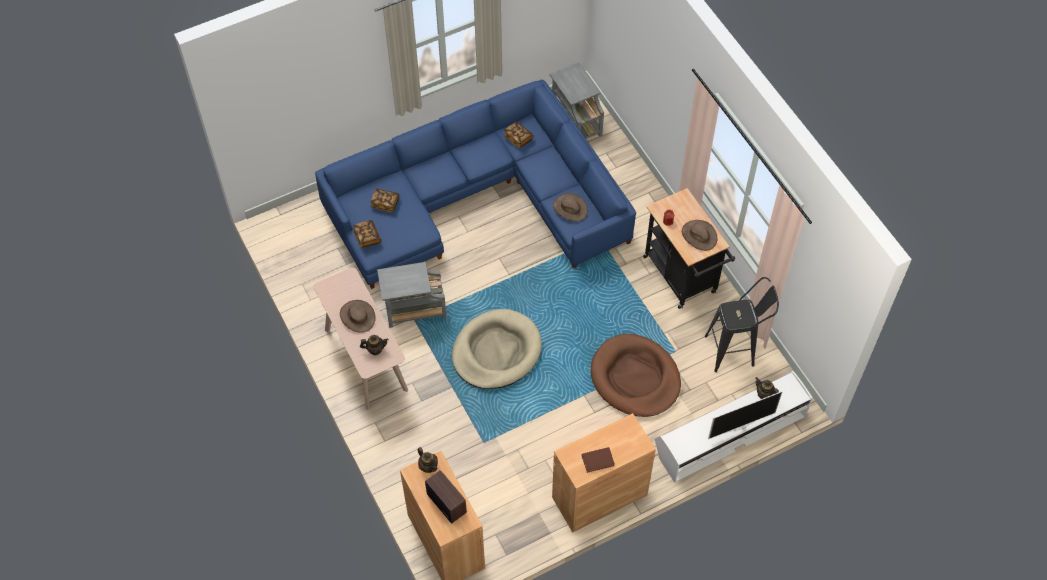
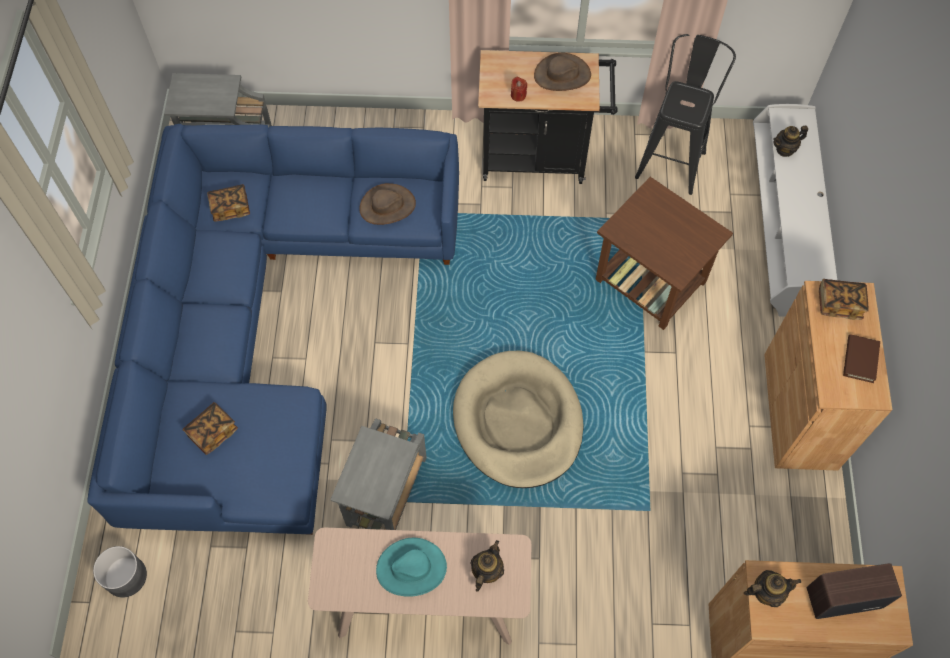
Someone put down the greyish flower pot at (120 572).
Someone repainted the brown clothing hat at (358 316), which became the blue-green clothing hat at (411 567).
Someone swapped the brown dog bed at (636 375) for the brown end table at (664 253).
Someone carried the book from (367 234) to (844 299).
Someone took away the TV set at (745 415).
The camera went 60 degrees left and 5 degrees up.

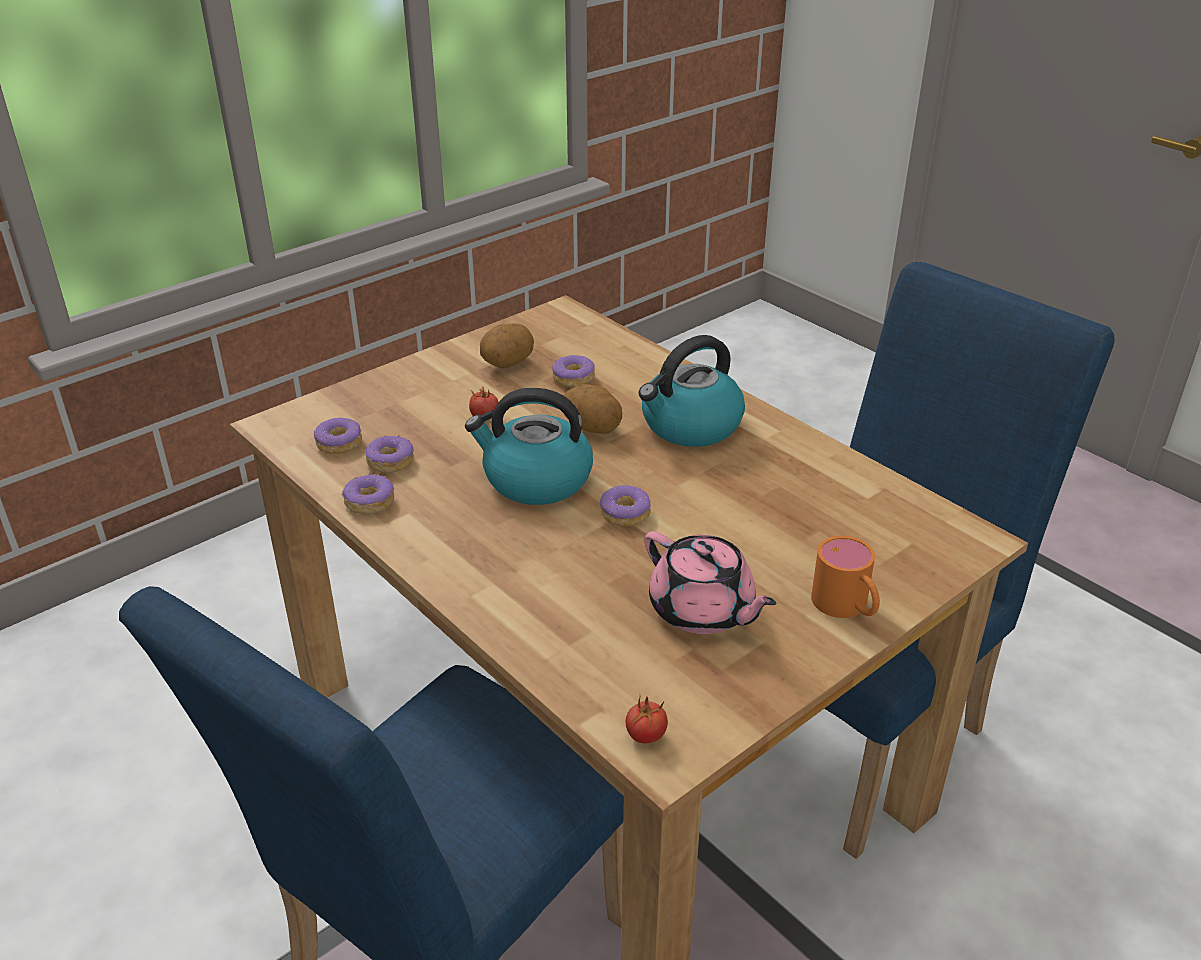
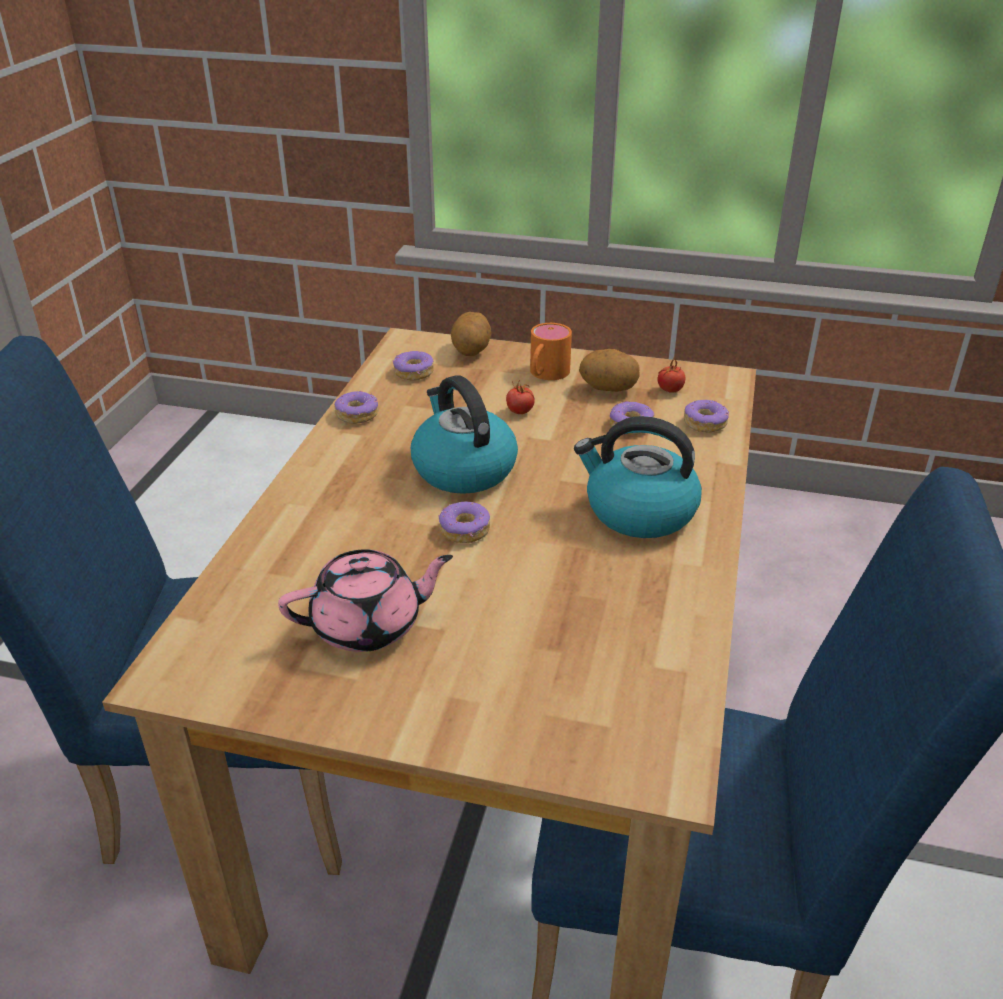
Someone rotated the pinkish tea pot at (710 582) by 120 degrees counterclockwise.
Someone carried the whole potato from (592 409) to (471 334).
Someone carried the orange-coloured tea mug from (845 577) to (551 351).
Someone carried the tomato from (647 718) to (671 375).
Someone carried the doughnut from (389 454) to (706 416).
The camera went 55 degrees right and 0 degrees up.

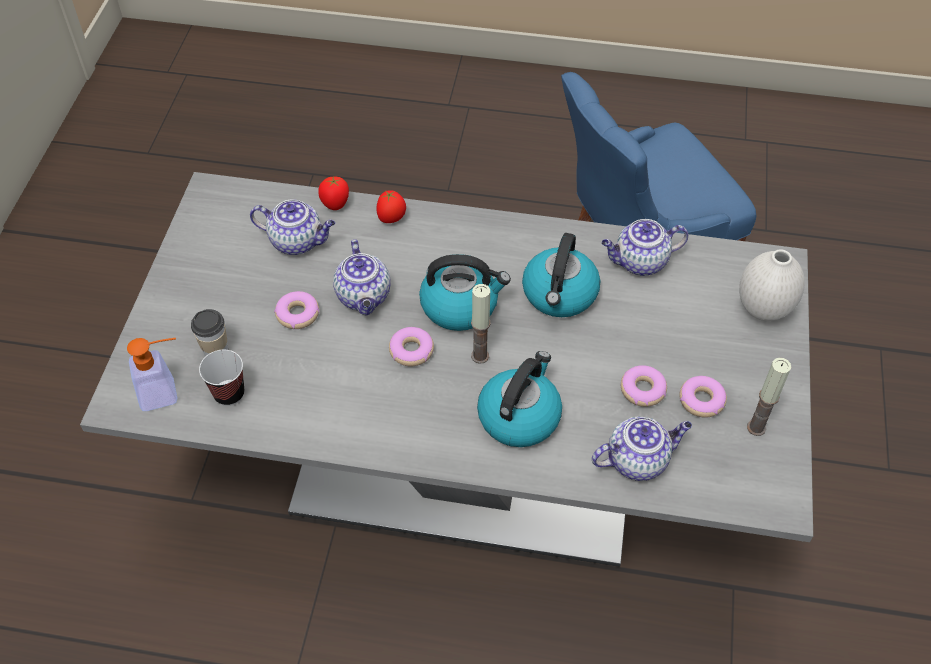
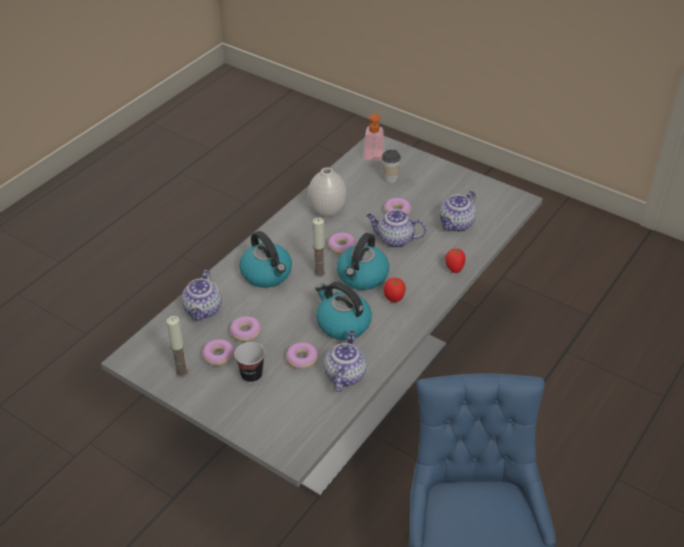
Someone carried the small cup from (221 378) to (249 362).
Someone put down the doughnut at (302 355).
Someone carried the whitish decorative vase from (772 285) to (327 192).
Someone carried the tomato from (333 193) to (395 290).
The camera went 115 degrees right and 10 degrees down.

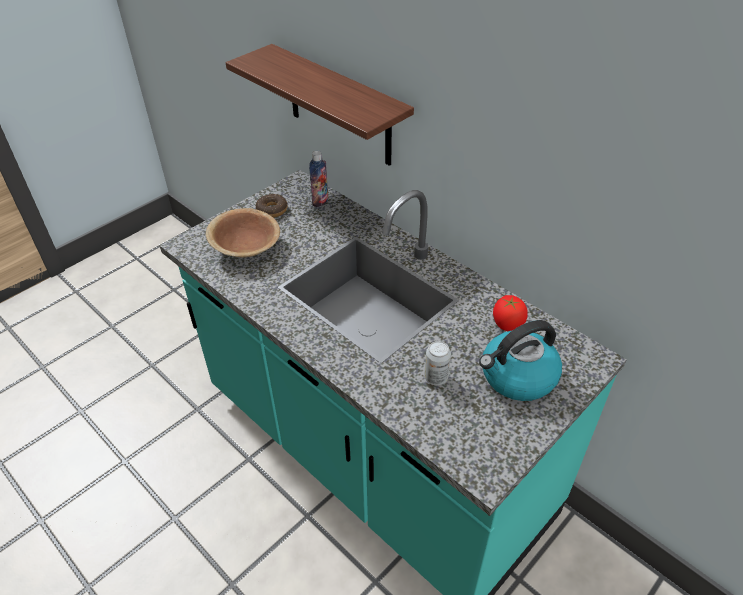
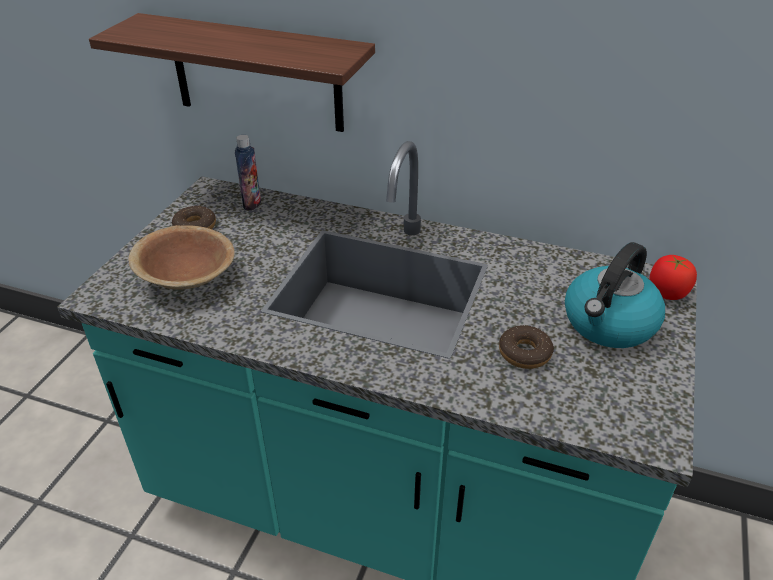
Someone swapped the sealed can at (437 363) for the doughnut at (526 347).
Someone carried the tomato from (510 313) to (673 277).
The camera went 25 degrees left and 5 degrees down.

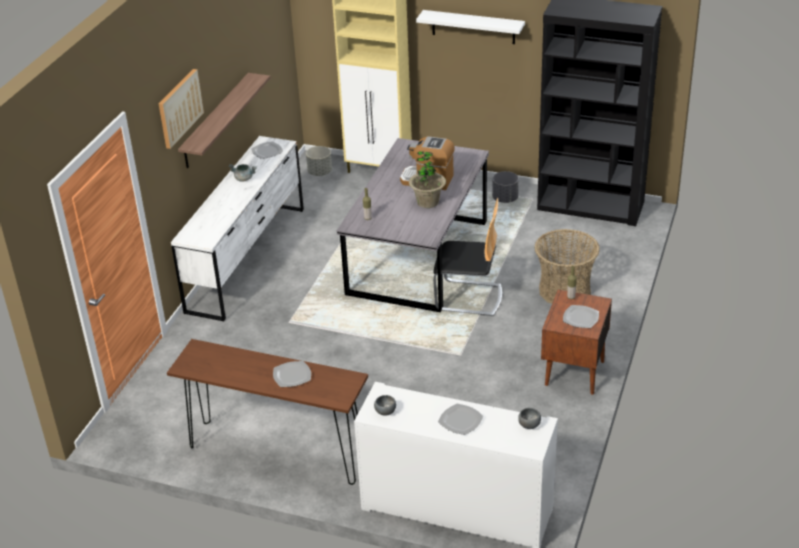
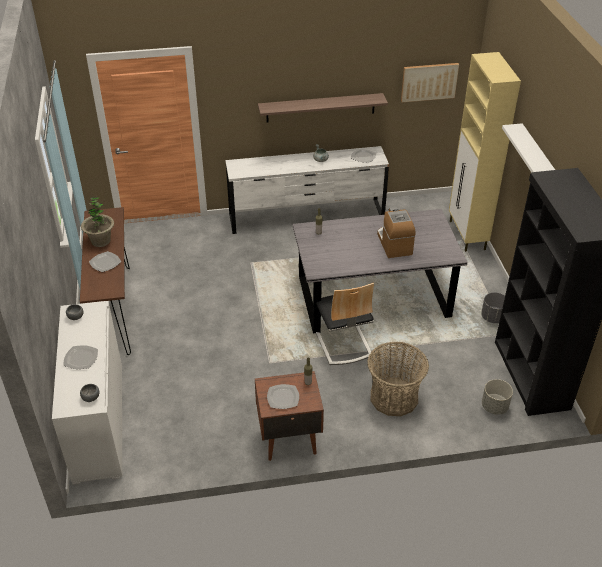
Someone carried the plant in a pot from (427 179) to (97 222).
Someone carried the wall picture from (181 109) to (430 82).
Someone carried the greyish flower pot from (319 161) to (497 397).
The camera went 60 degrees right and 5 degrees up.

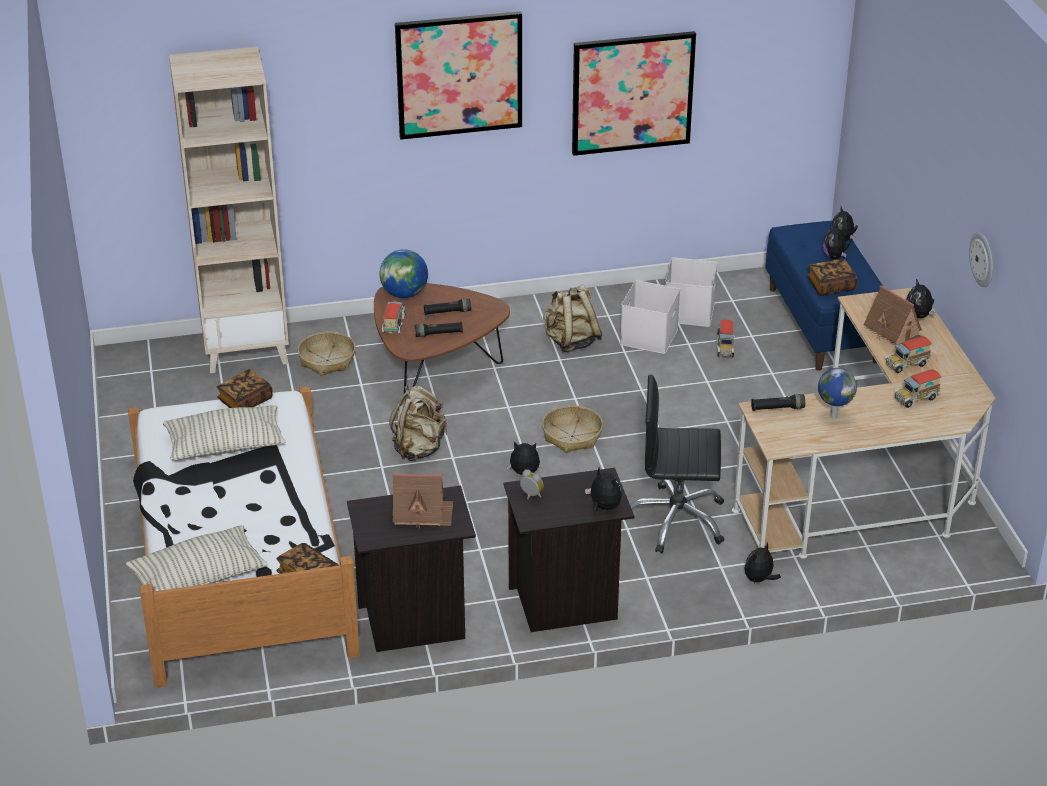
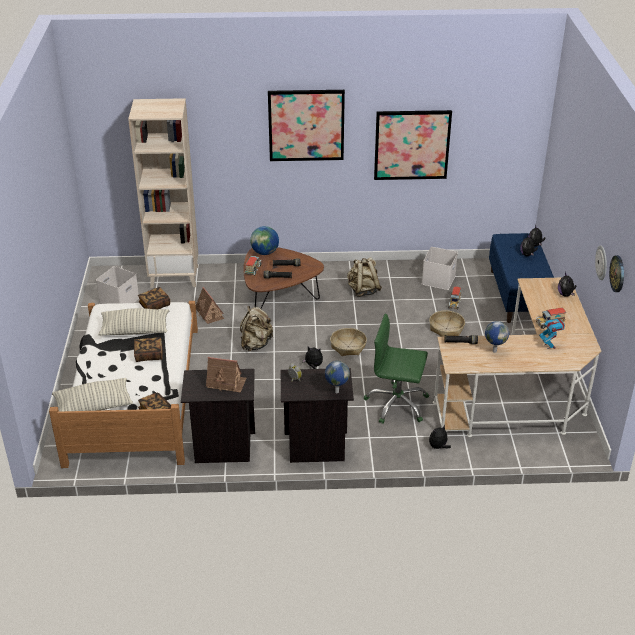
Someone carried the whitish storage box from (650 317) to (117 285).
Someone carried the book from (832 277) to (148 349).
Someone carried the model house from (892 315) to (210 305).
Someone swapped the plush toy at (603 489) for the desk globe at (337 377).
Someone repainted the black office chair at (677 464), which became the greenish office chair at (396 369).
Someone carried the basket from (326 353) to (447 323).
Someone swapped the toy lorry at (917 388) for the robot figure at (552 332).
Someone put up the clock on the wall at (616 273).
The camera went 10 degrees right and 0 degrees up.

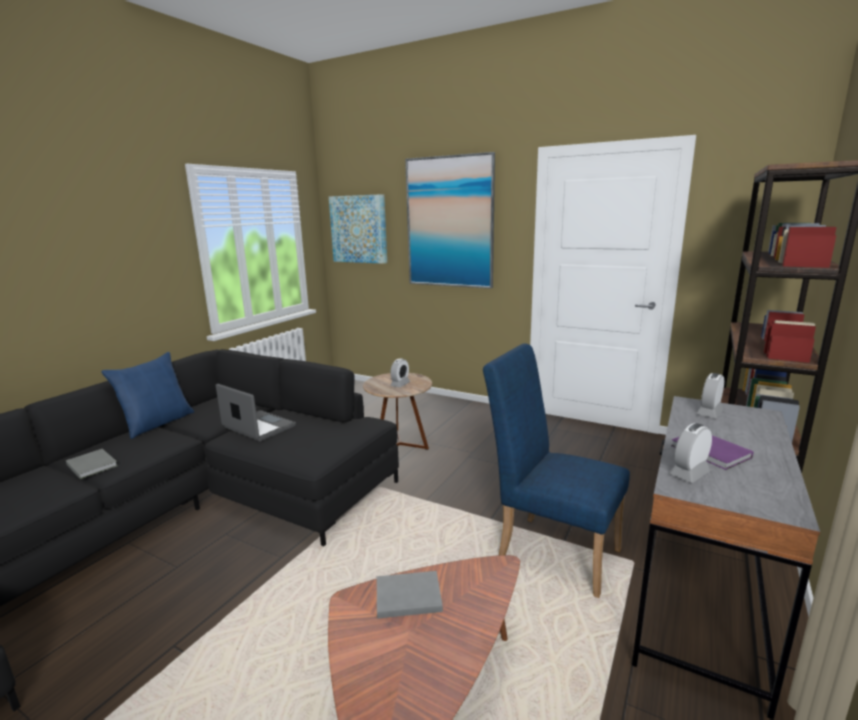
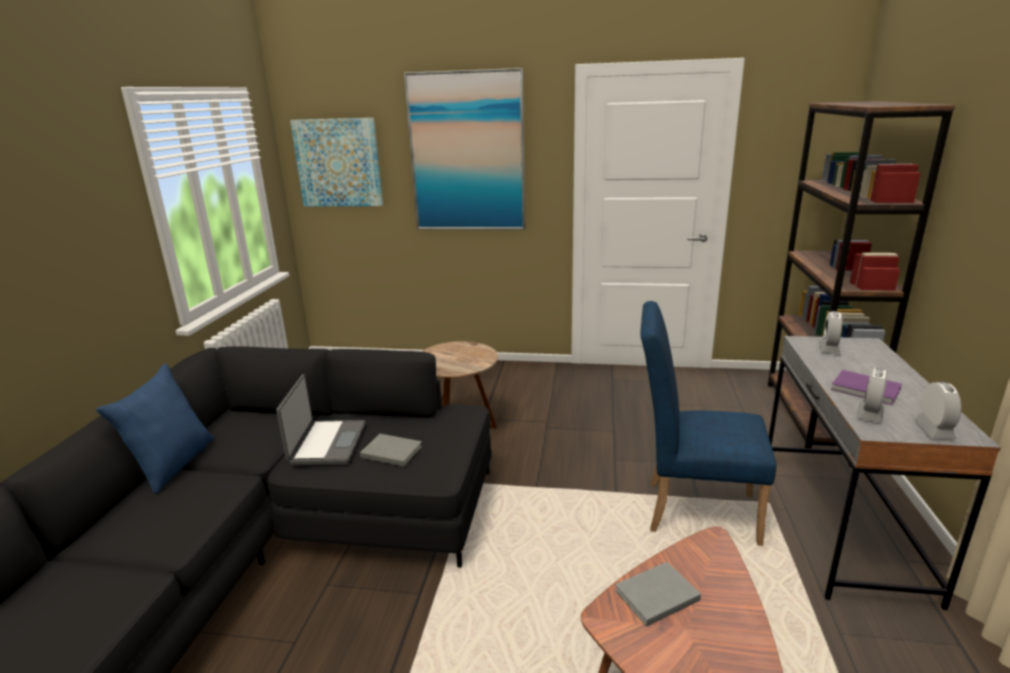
Someone rotated the notebook computer at (256 412) by 75 degrees clockwise.
Someone carried the greyish book from (92 464) to (391 450).
Someone carried the table clock from (400 372) to (937 411).
The camera went 20 degrees left and 5 degrees up.

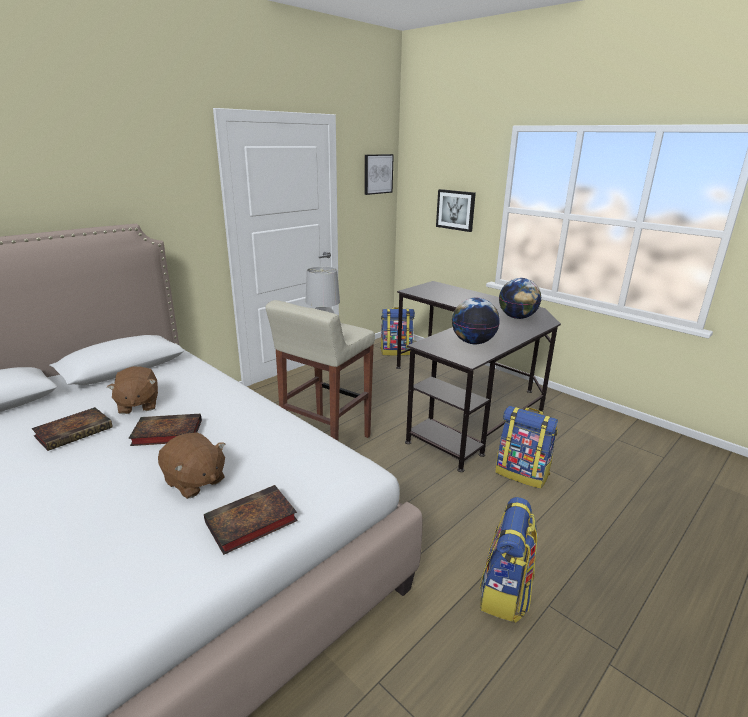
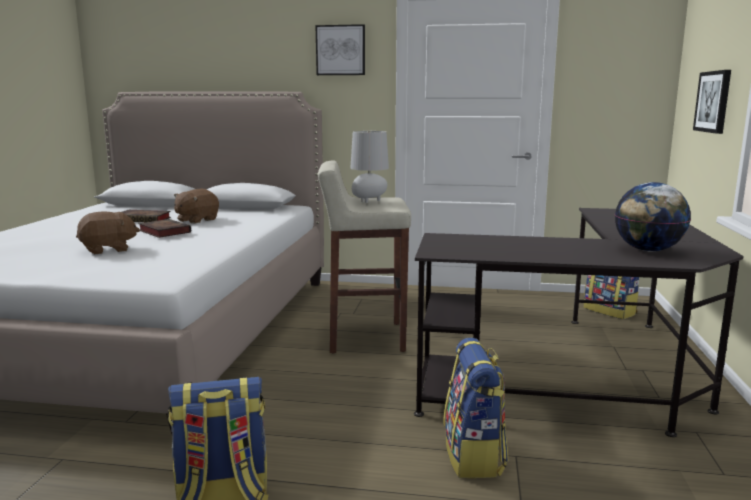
Someone rotated the brown plush toy at (191 465) by 120 degrees counterclockwise.
Someone carried the wall picture from (379 174) to (340 49).
Someone took away the book at (251 520).
Someone took away the desk globe at (476 321).
The camera went 55 degrees right and 10 degrees down.

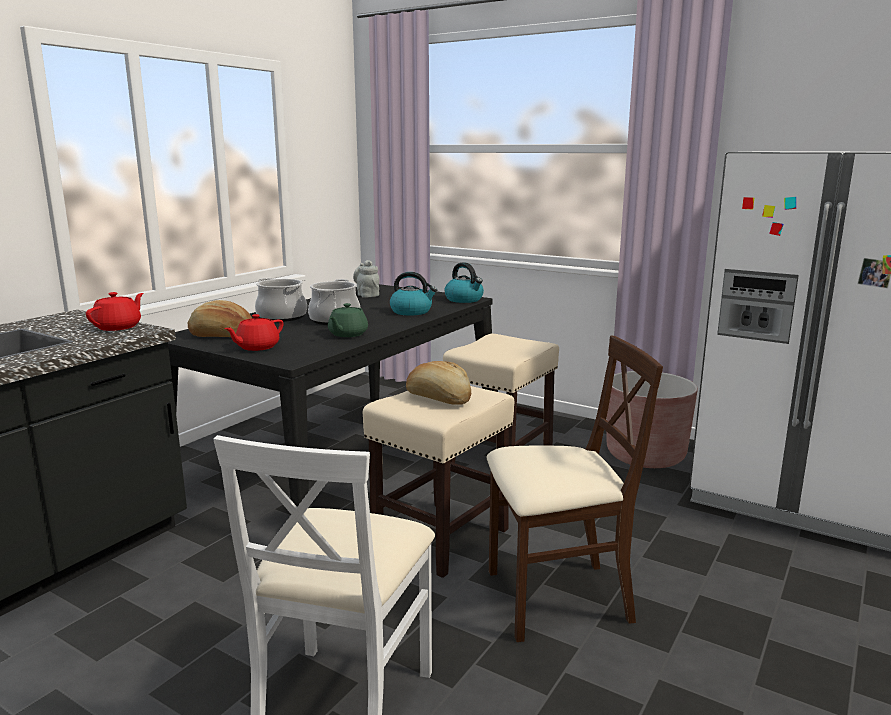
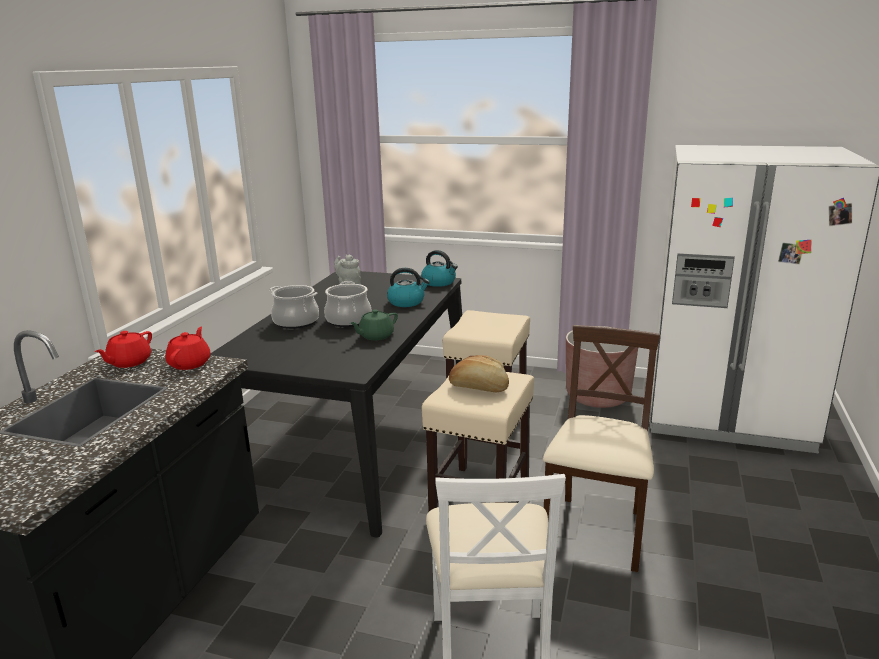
Someone carried the red-coloured tea pot from (253 332) to (123 349).
Someone rotated the greenish tea pot at (348 320) by 45 degrees clockwise.
Someone rotated the beige-coloured chair at (575 489) by 45 degrees counterclockwise.
Someone took away the bread at (220 318).
The camera went 15 degrees left and 5 degrees up.

